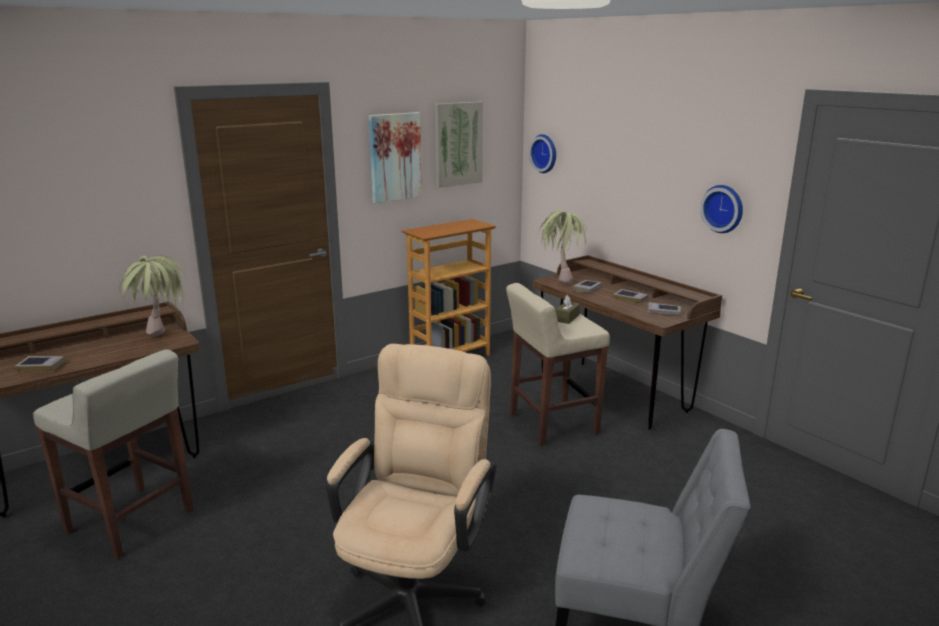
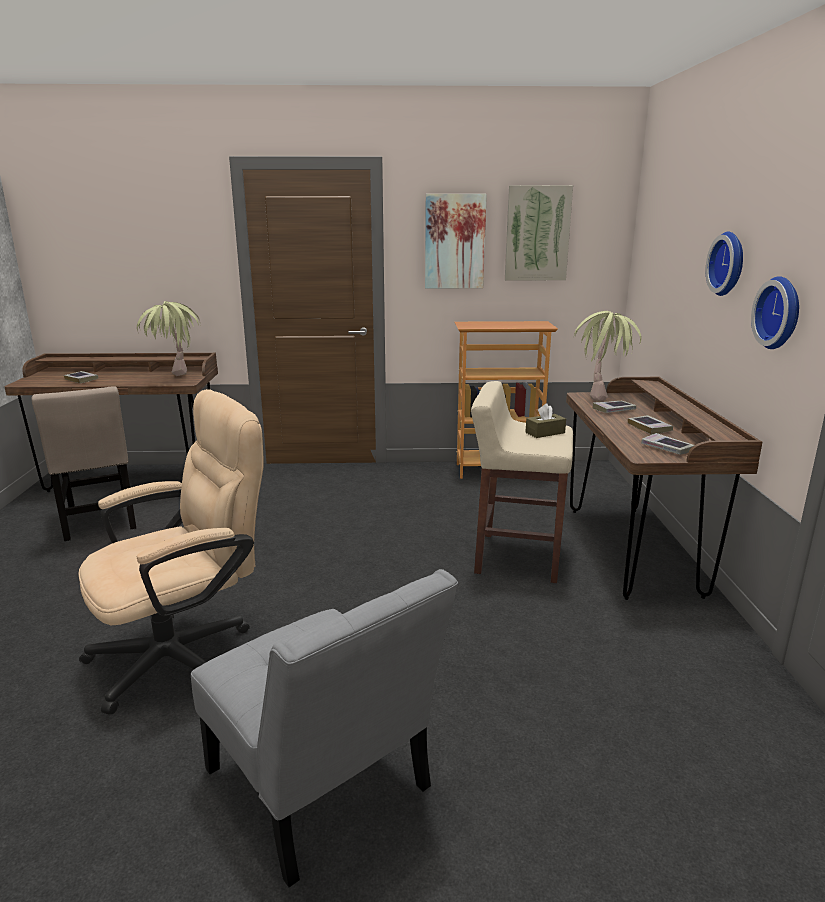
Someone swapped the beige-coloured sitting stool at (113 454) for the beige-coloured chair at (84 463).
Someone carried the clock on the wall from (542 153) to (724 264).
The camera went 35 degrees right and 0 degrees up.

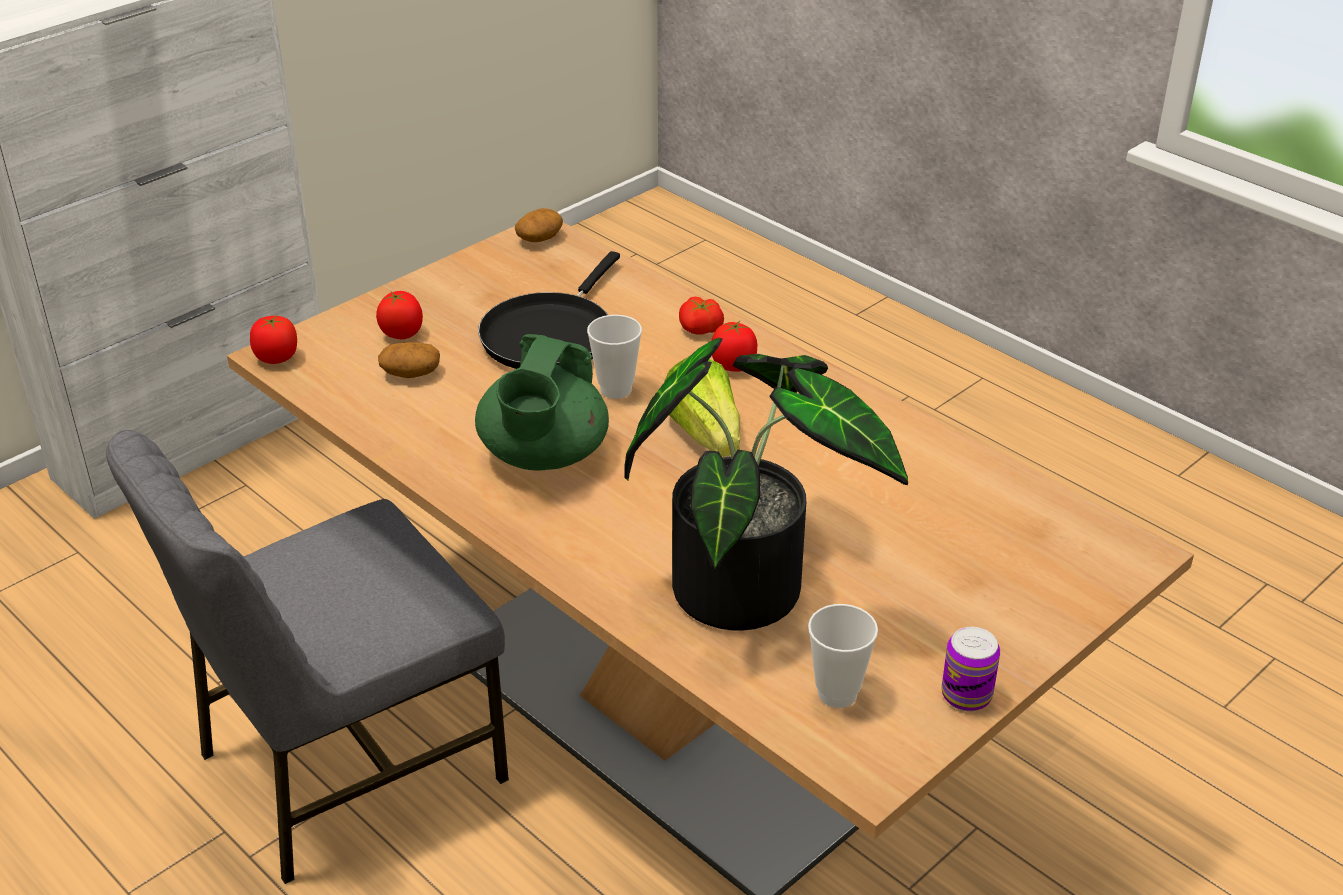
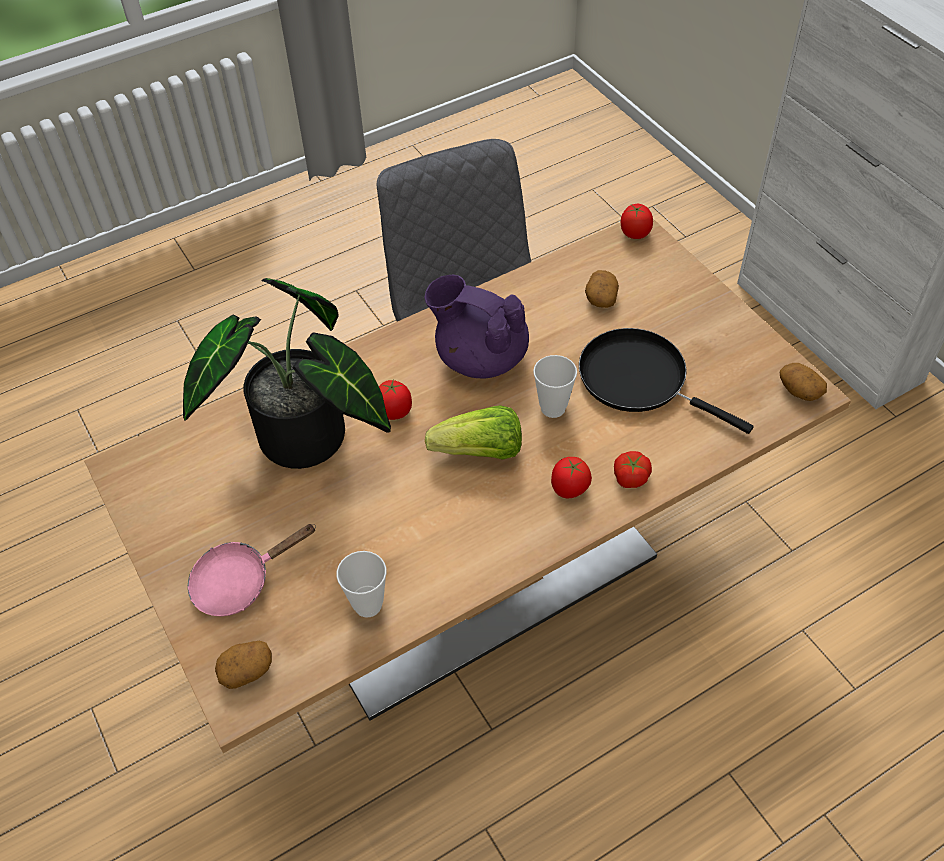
Someone put down the pinkish pan at (251 570).
Someone put down the whole potato at (243 665).
Someone carried the small cup from (843 656) to (362 584).
Someone carried the tomato from (399 315) to (395 399).
Someone repainted the greenish tea pot at (542 402), which became the purplish tea pot at (476 326).
Someone took away the sealed can at (971 669).
The camera went 105 degrees right and 15 degrees up.

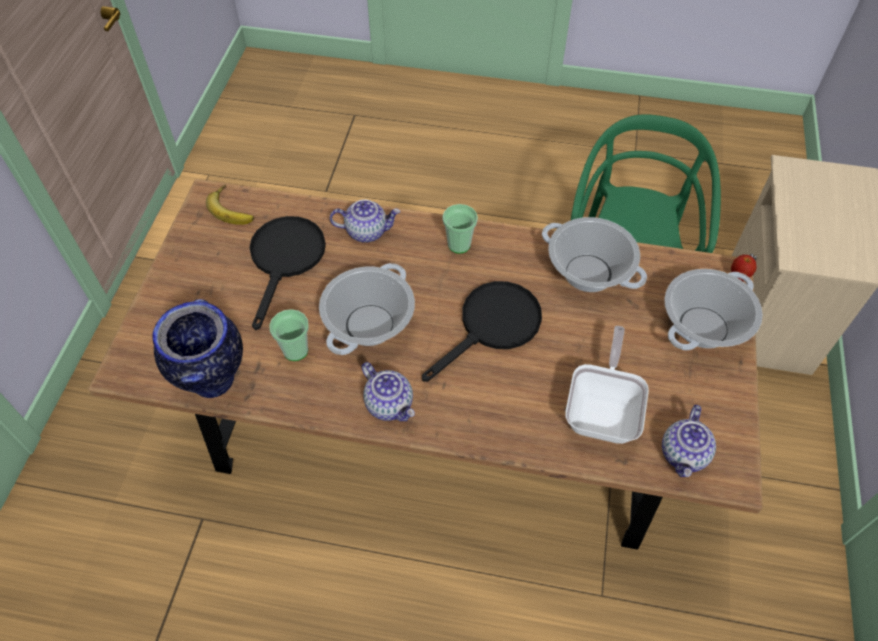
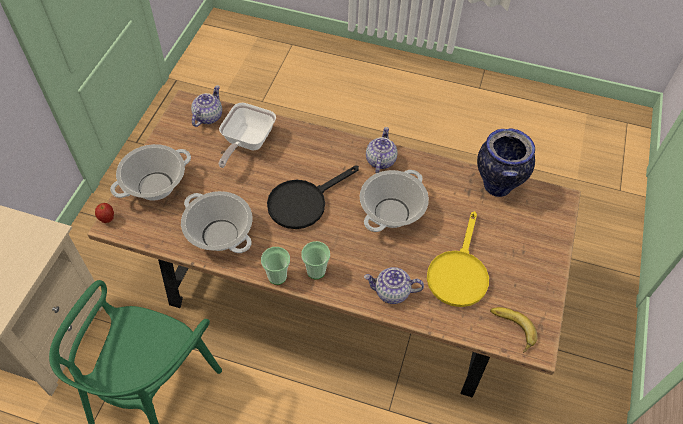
Someone carried the small cup from (289 335) to (275 266).
Someone rotated the tea pot at (388 391) by 45 degrees clockwise.
Someone repainted the black pan at (287 273), which became the yellowish pan at (458 259).
The camera went 175 degrees left and 0 degrees up.

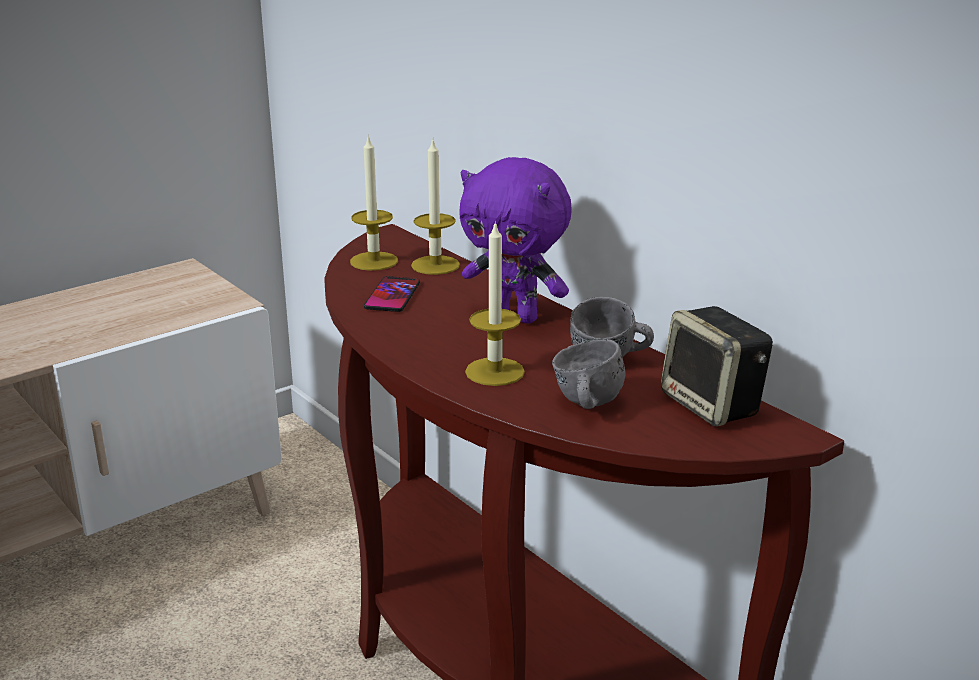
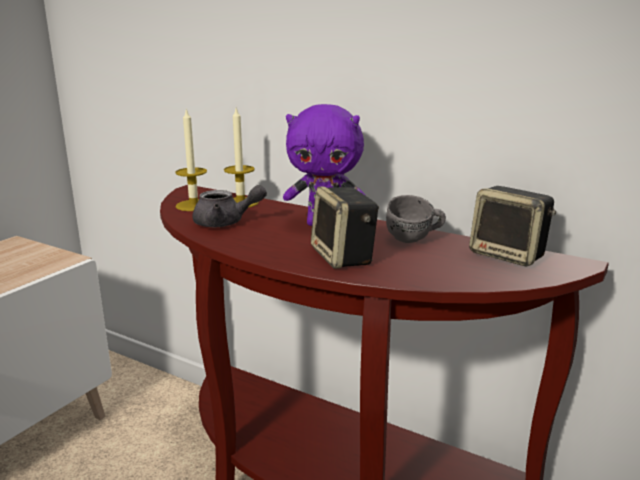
Someone swapped the handset at (392 294) for the greyish tea pot at (229 206).
Someone swapped the wax candle at (495 303) for the speaker at (345 227).
Someone took away the greyish tea mug at (589 374).
The camera went 20 degrees left and 5 degrees down.

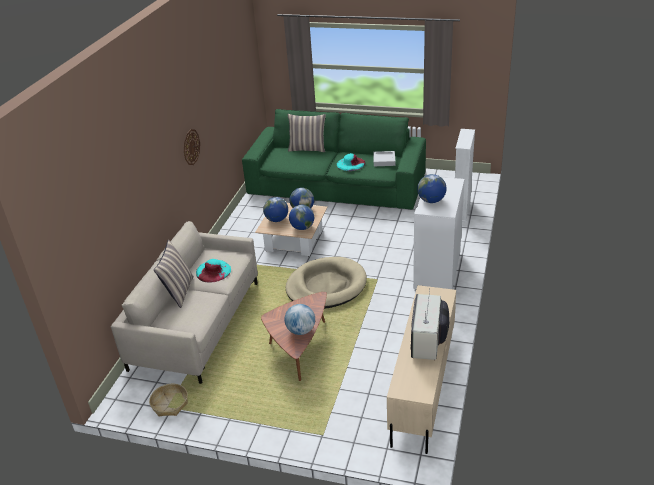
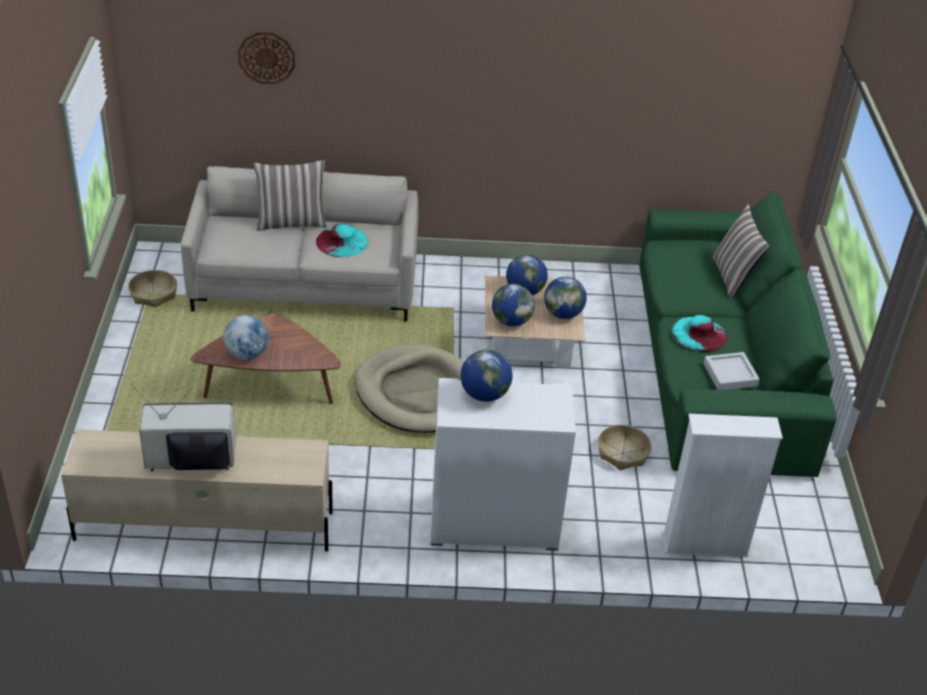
Someone carried the clock on the wall from (192 147) to (266 58).
Someone put down the basket at (624 447).
The camera went 70 degrees right and 5 degrees up.

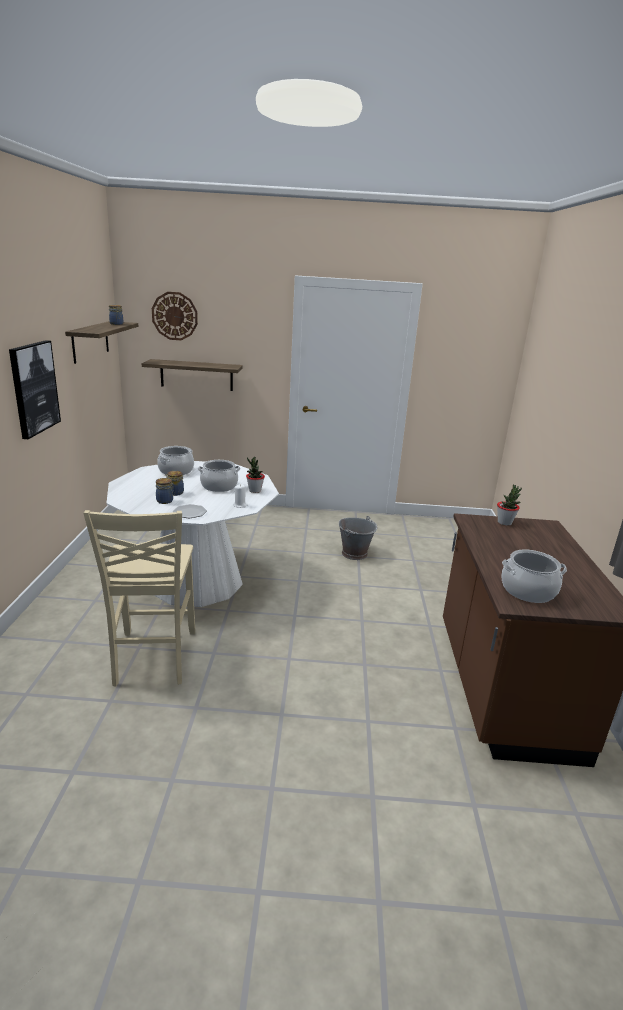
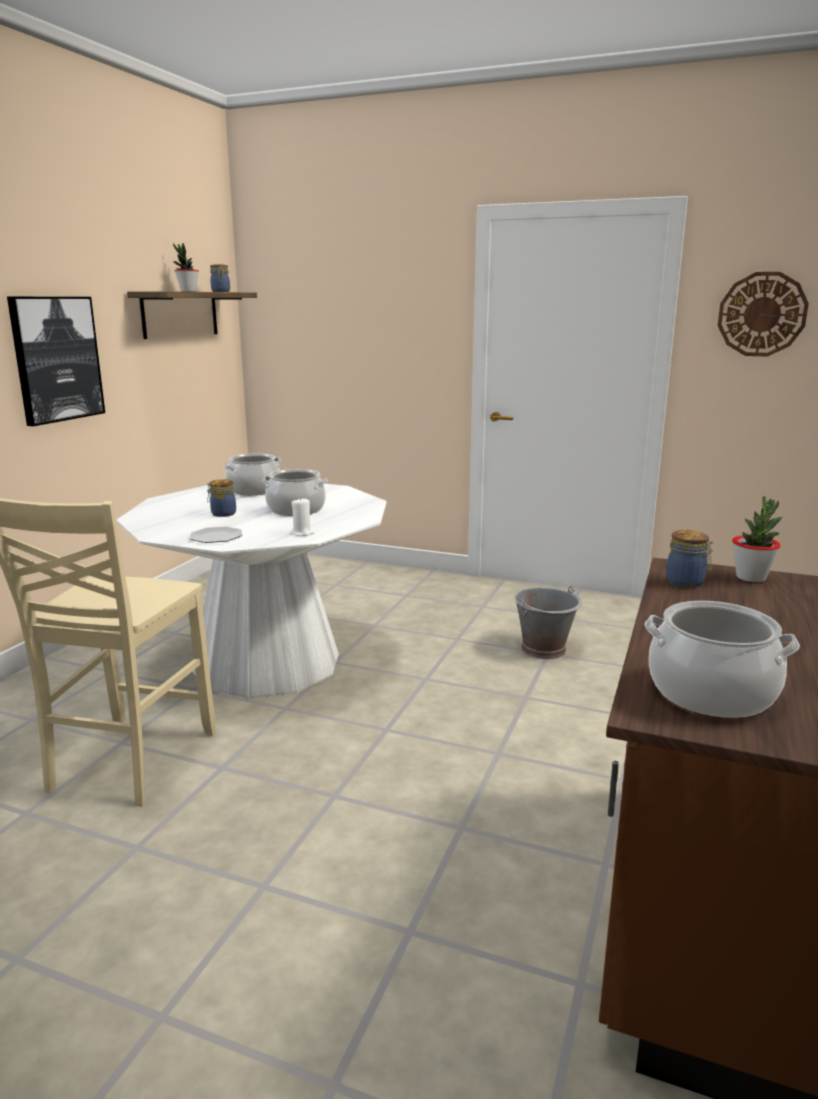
Someone carried the plant in a pot from (255 475) to (186 267).
Someone carried the jar from (165 491) to (690 559).
Someone carried the clock on the wall from (175 316) to (763 314).
Someone took away the wall shelf at (192 375).
The camera went 20 degrees right and 5 degrees down.

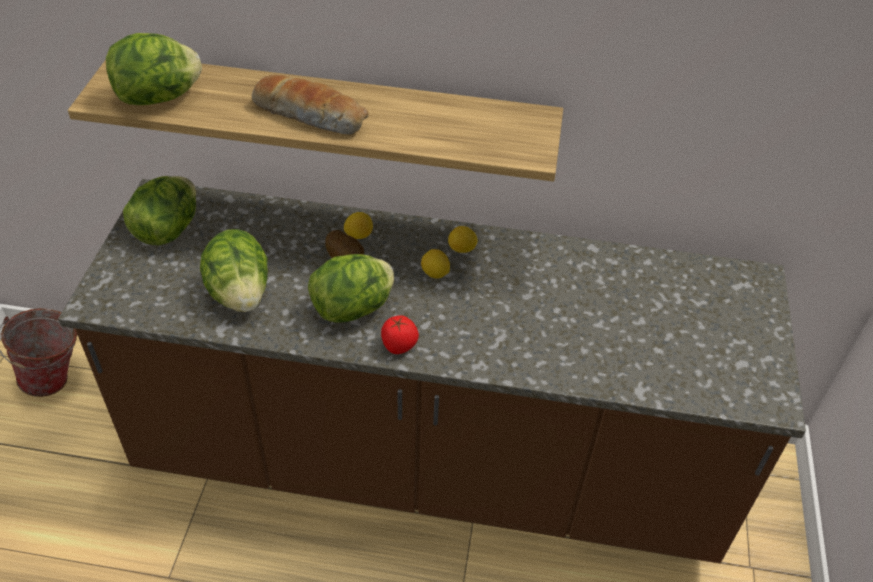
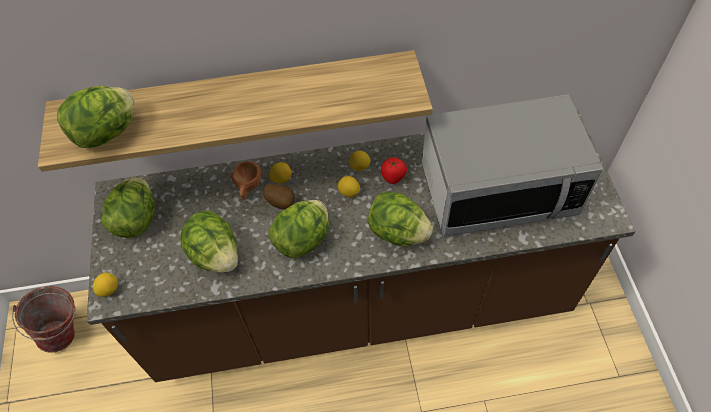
Someone put down the citrus fruit at (105 285).
Someone put down the brown small cup at (246 180).
Someone put down the head of lettuce at (400 218).
Someone carried the tomato from (400 334) to (394 170).
Someone put down the kitchen microwave at (512 165).
Someone took away the bread at (310 105).
The camera went 15 degrees left and 10 degrees up.

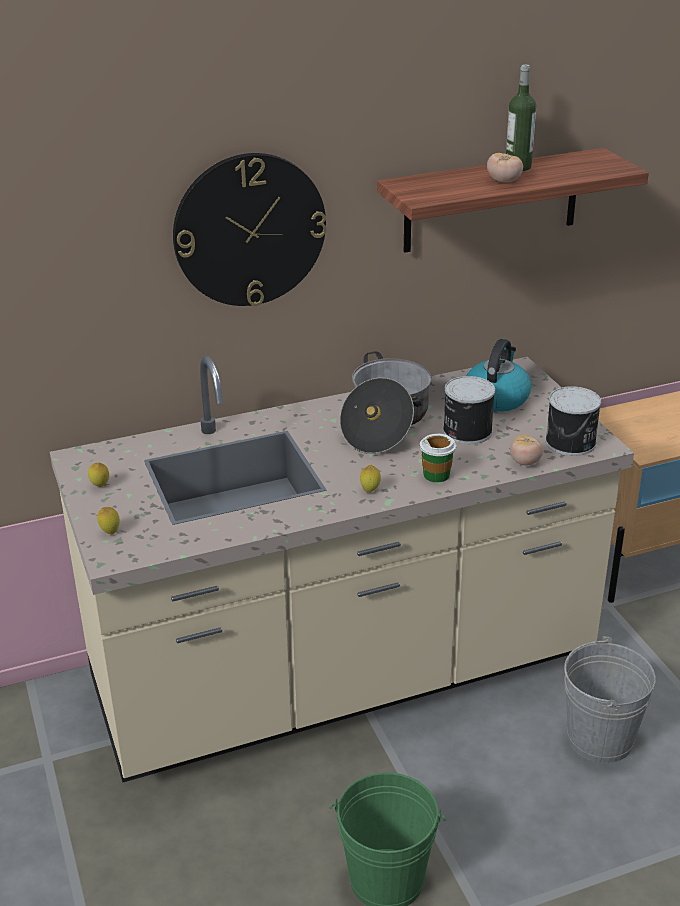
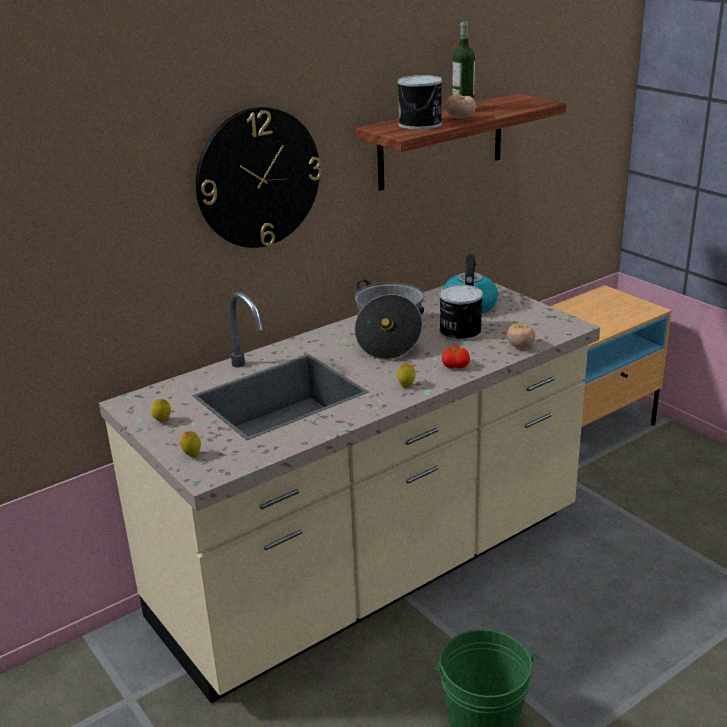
Someone carried the sealed can from (573 421) to (420 102).
Someone swapped the small cup at (438 458) for the tomato at (456 357).
Someone took away the greyish bucket at (610 699).
The camera went 15 degrees left and 5 degrees down.

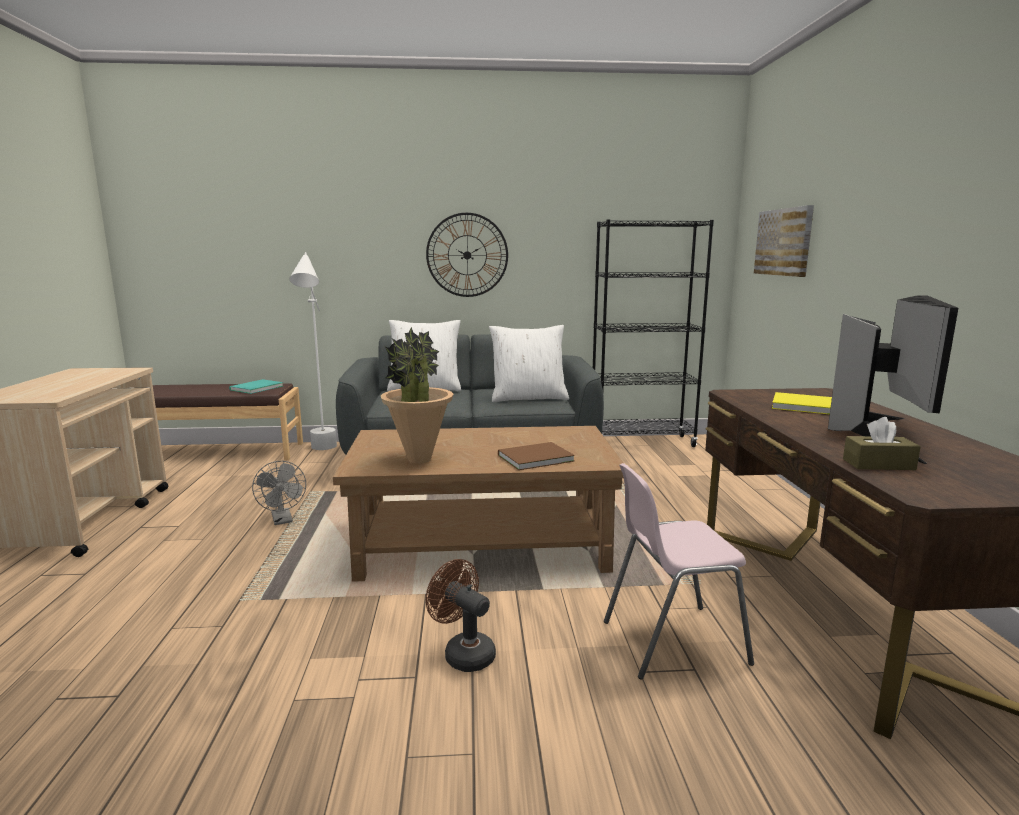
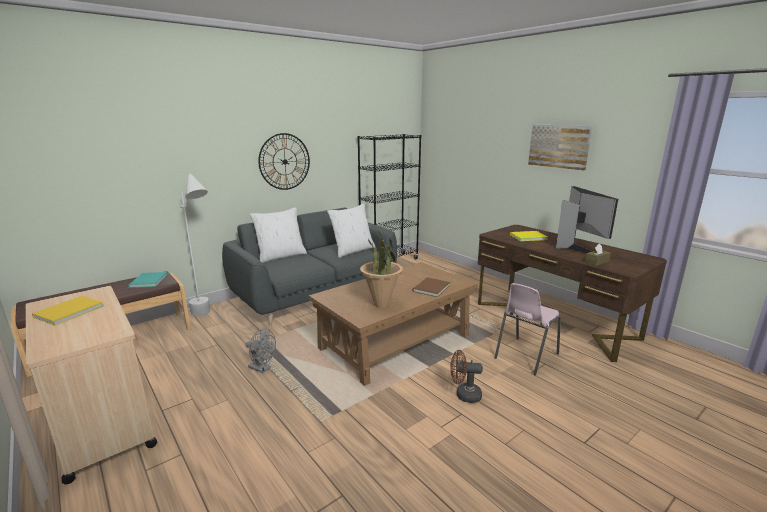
Someone put down the yellowish book at (67 311).
Someone carried the wall picture from (784 241) to (560 147).
The camera went 35 degrees left and 5 degrees up.

